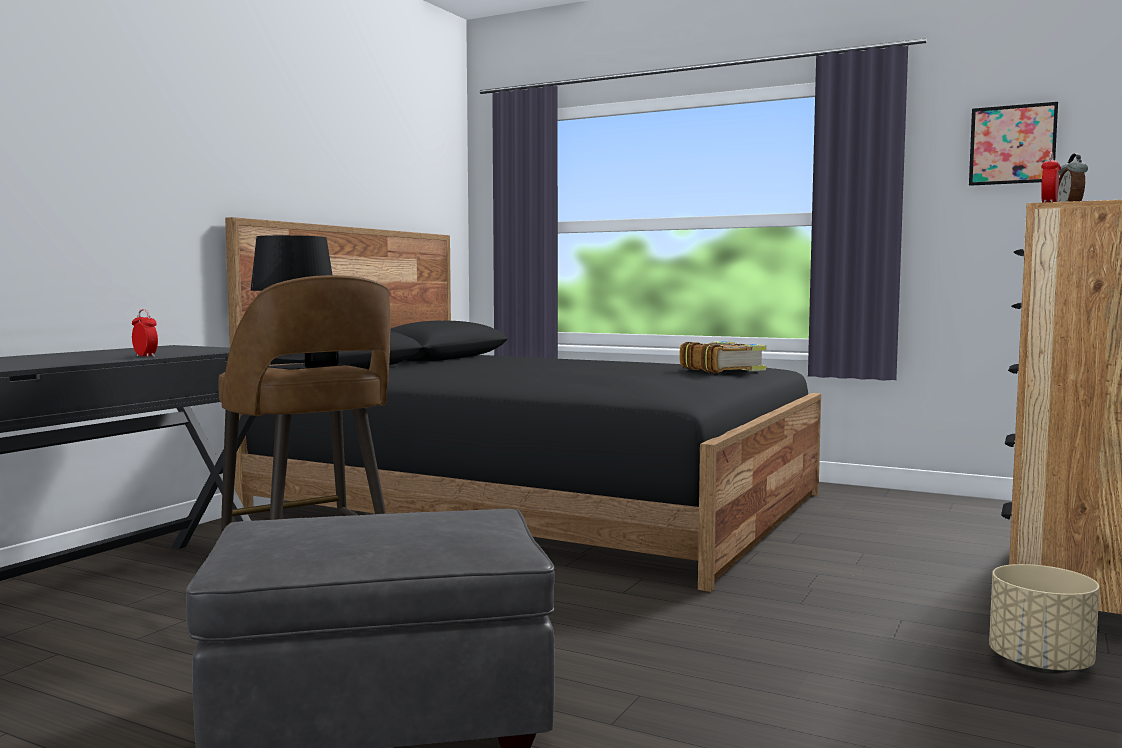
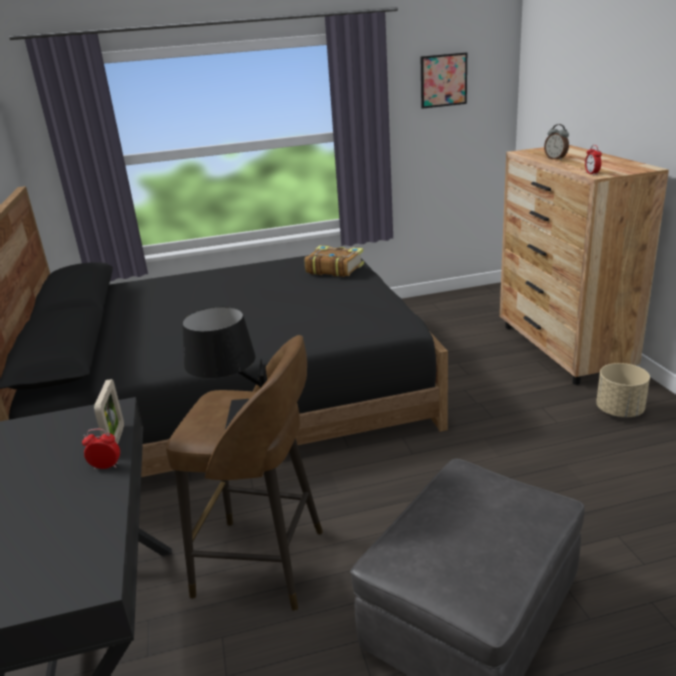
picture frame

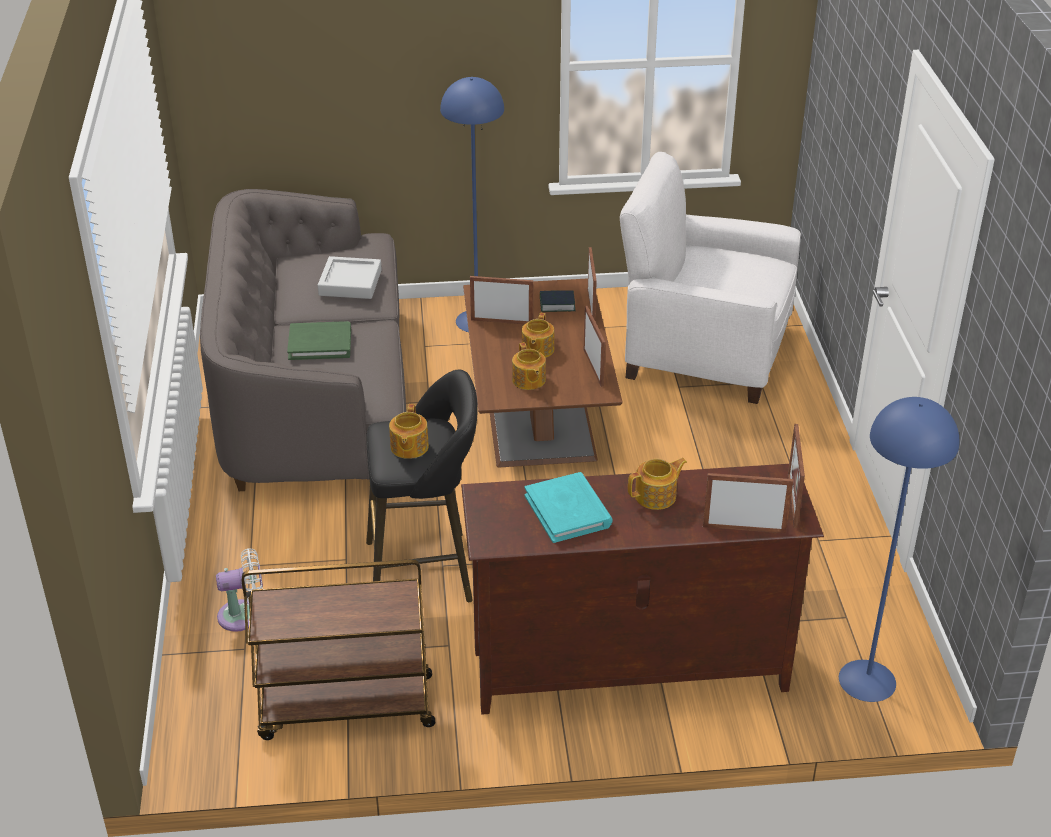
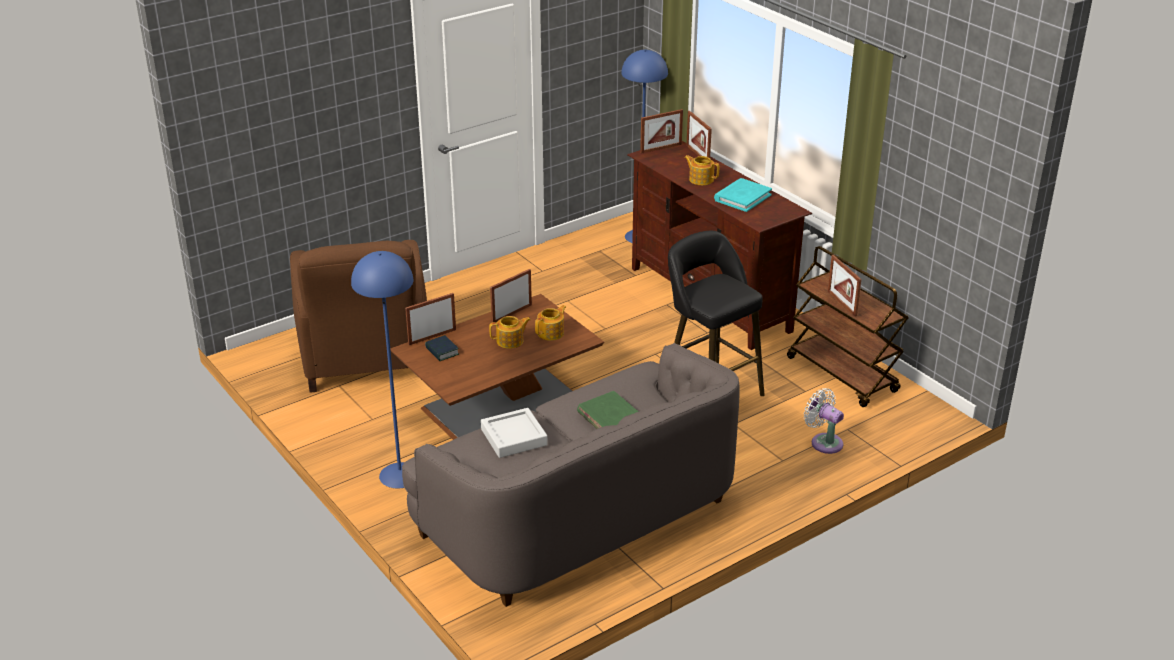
teapot (1st from left in the first image)
picture frame (5th from left)
armchair in brown

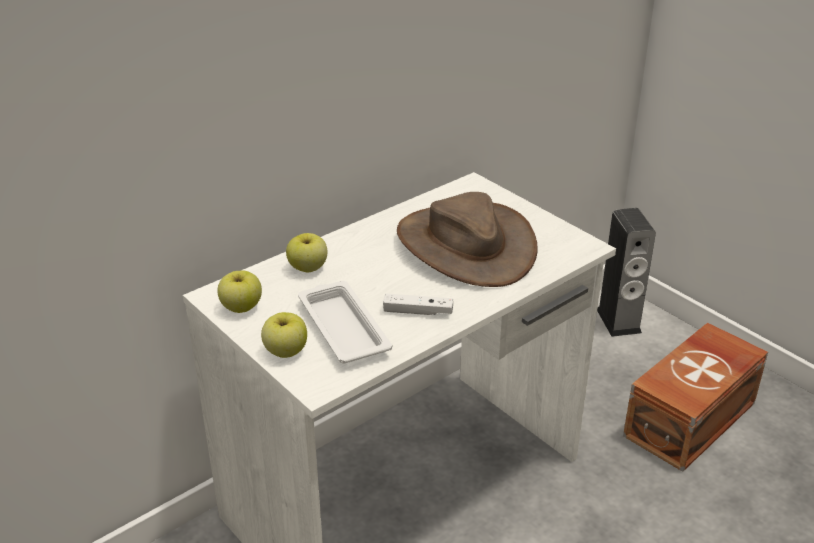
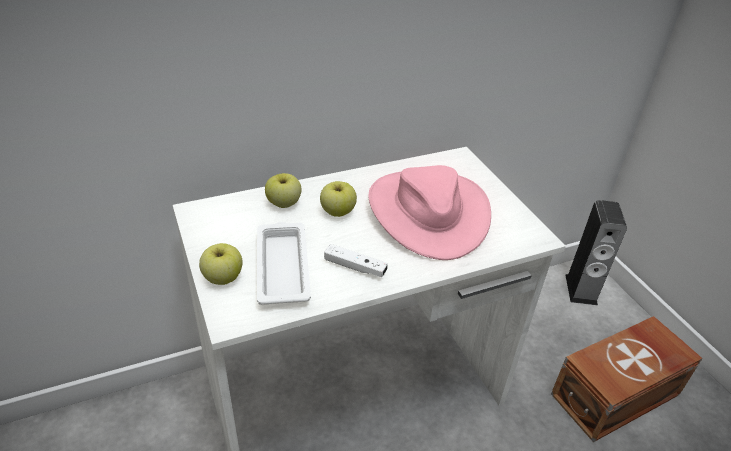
apple (3rd from left)
hat in pink

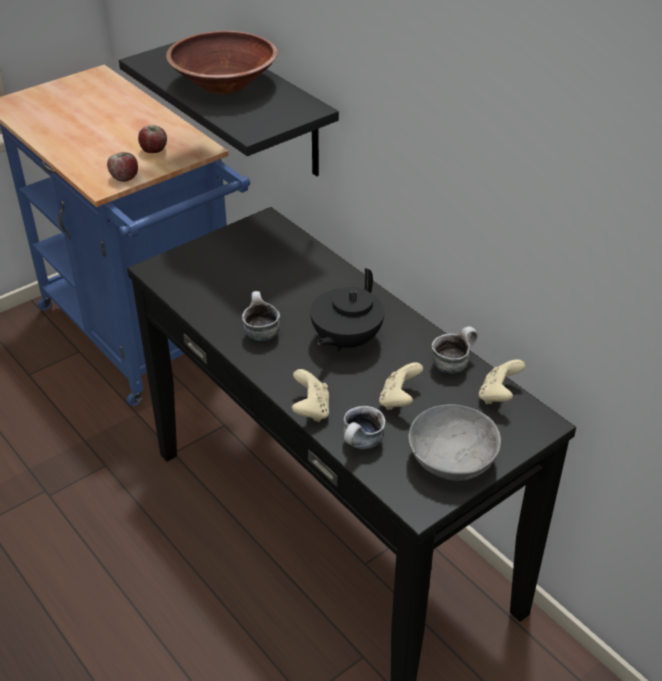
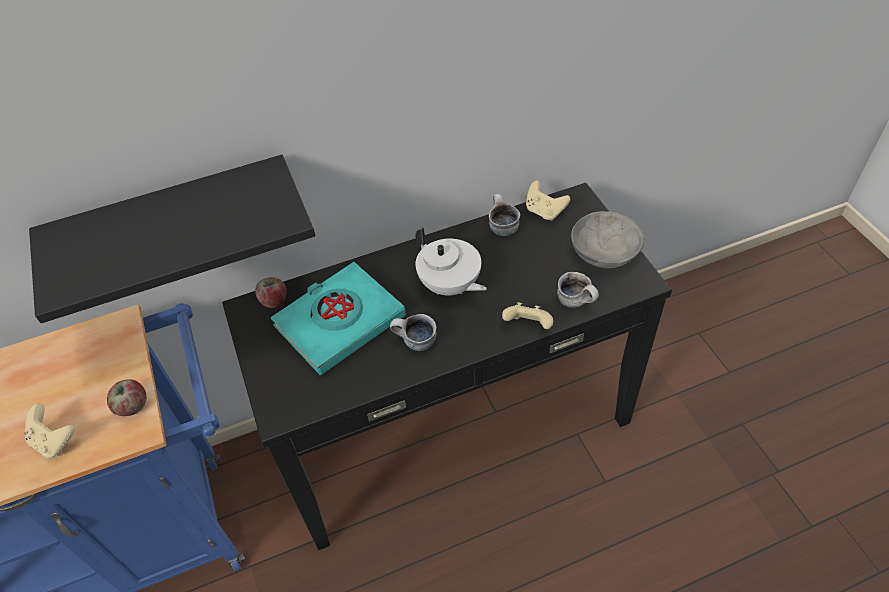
bowl in brown
book in turquoise
apple (2nd from left)
game controller in beige (1st from left)
teapot in white

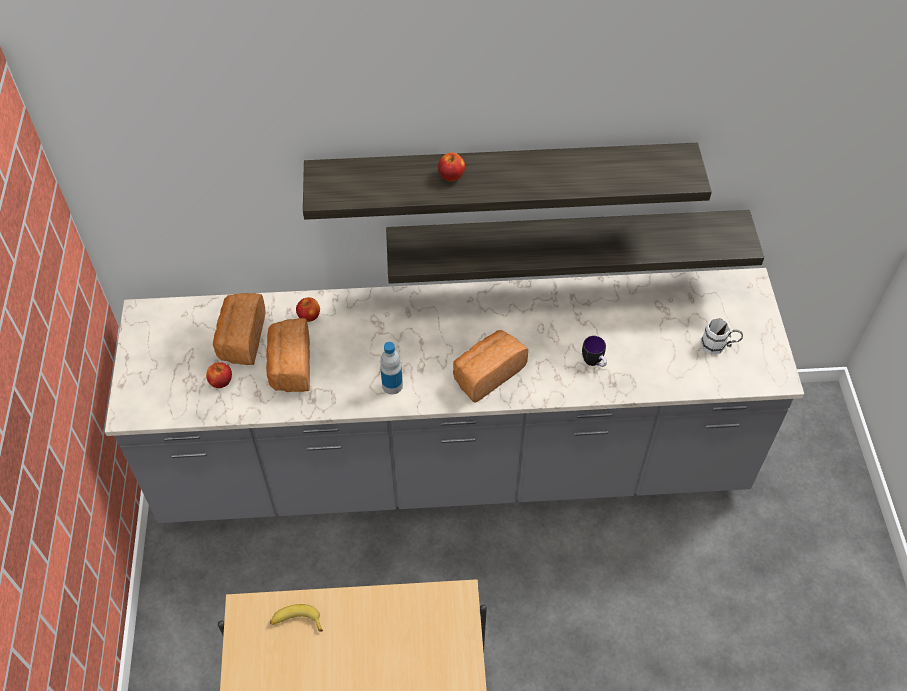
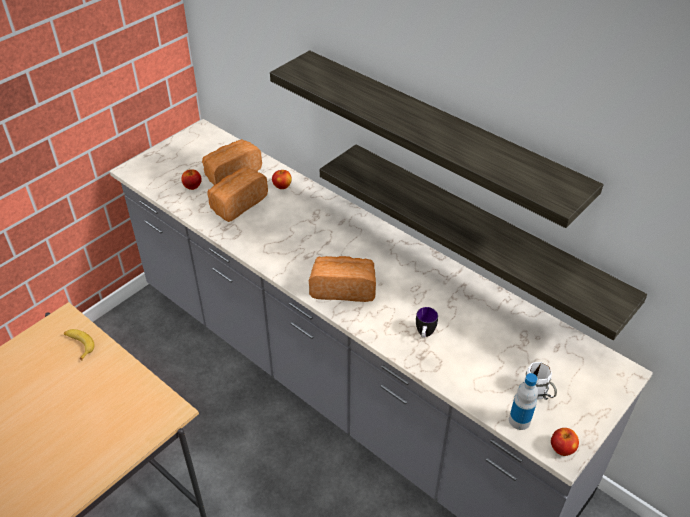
bottle
apple (3rd from left)

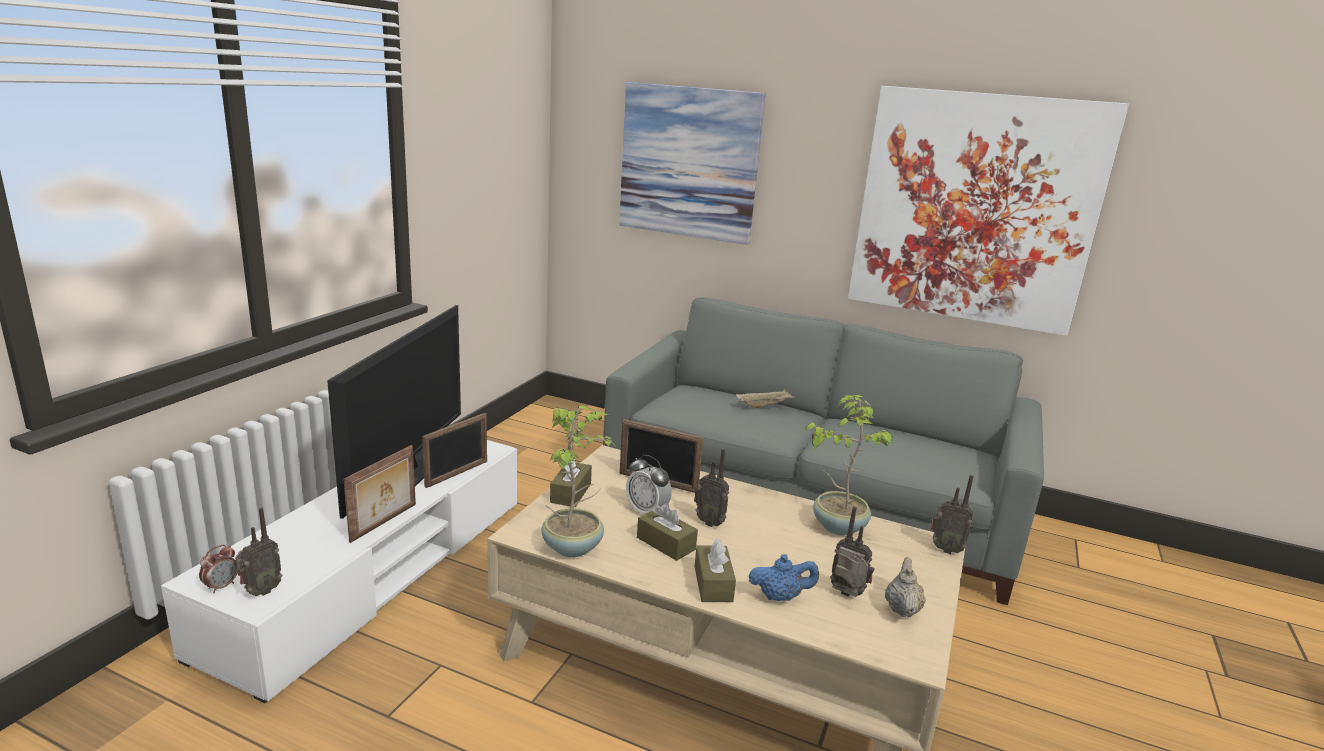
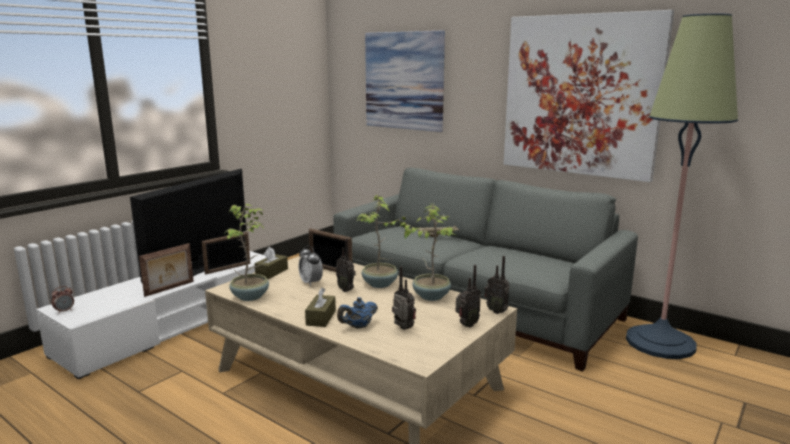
tissue box in brown (2nd from left in the first image)
teapot in beige
potted plant (2nd from left)
floor lamp
radio (3rd from left)
teapot in blue

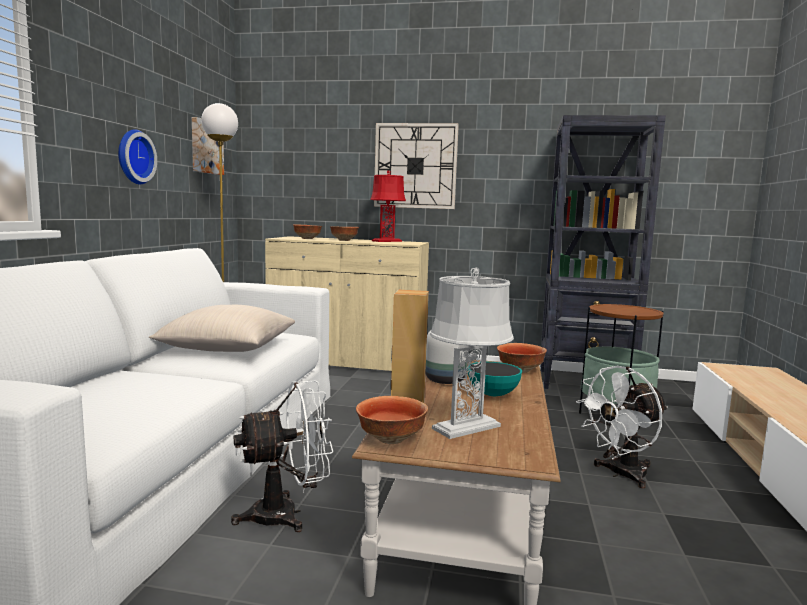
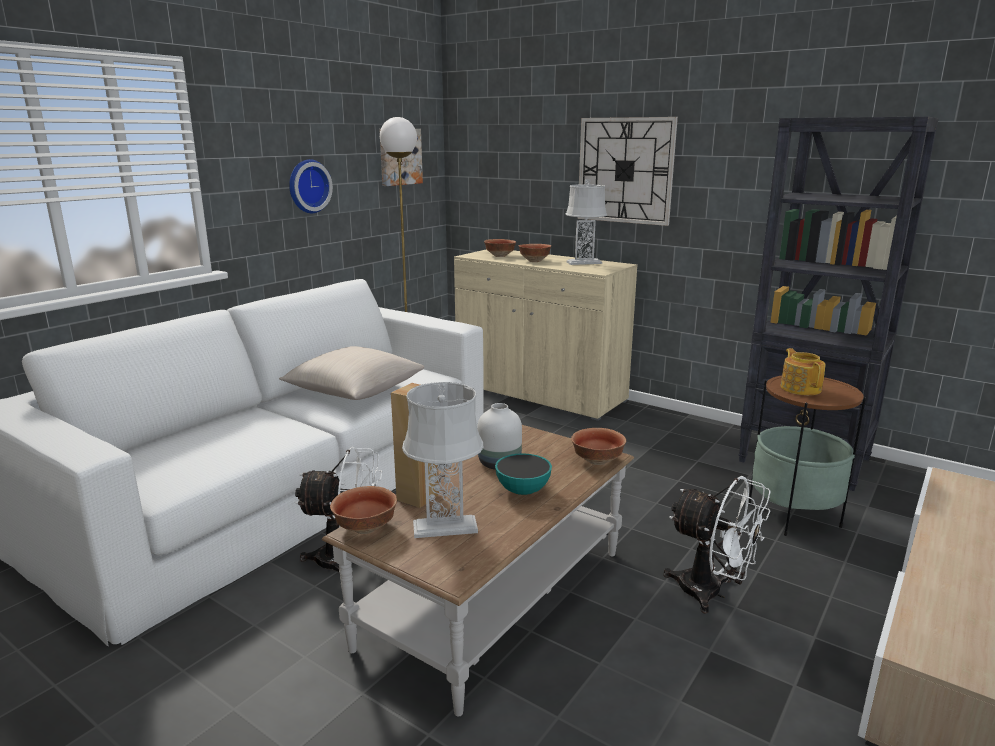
teapot
table lamp in grey (2nd from left)
fan in white (2nd from left)

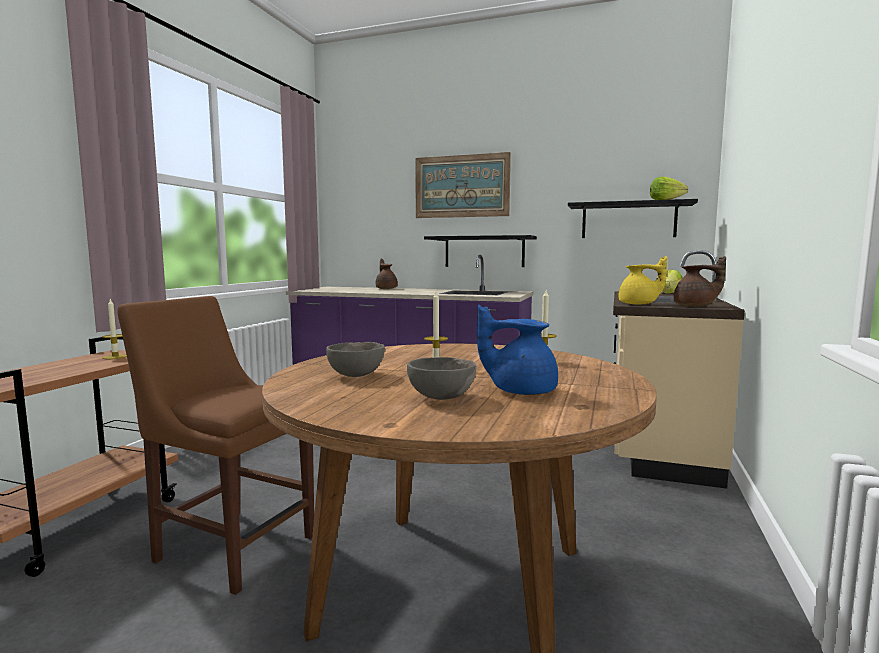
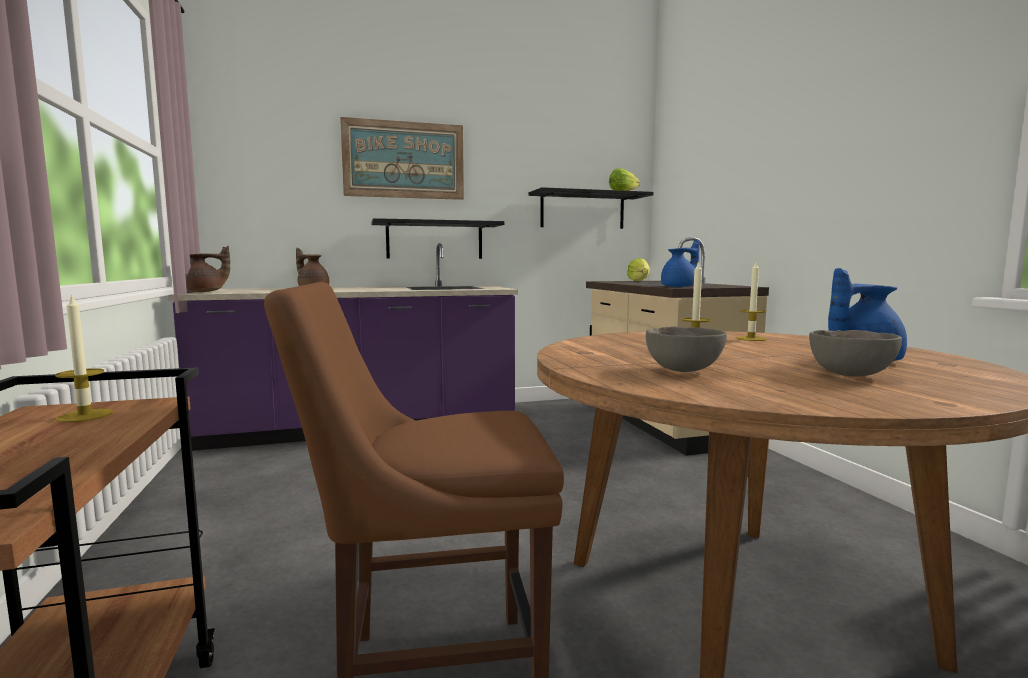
teapot in brown (1st from left)
teapot in blue (1st from left)

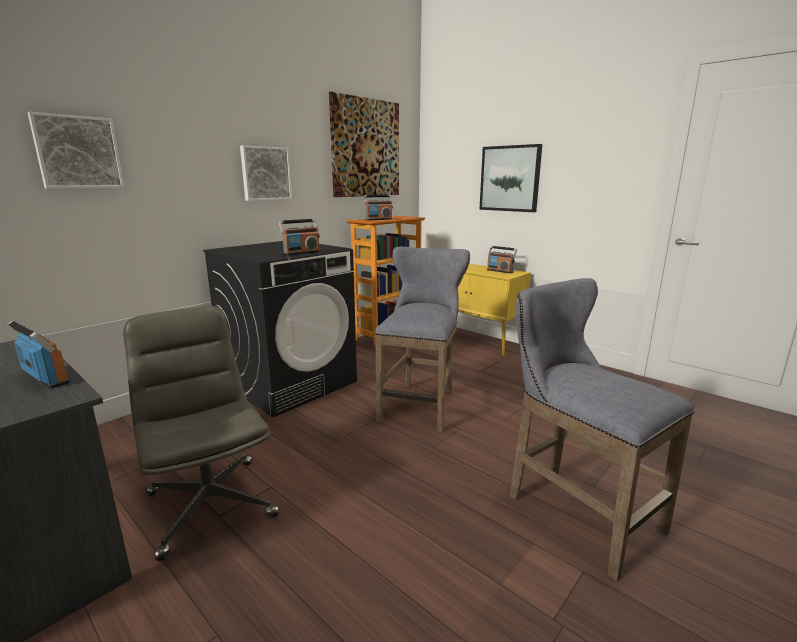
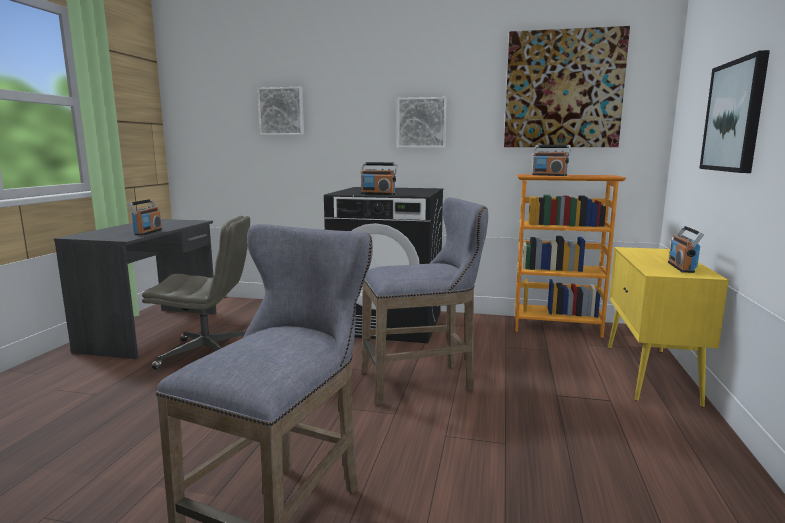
office chair in grey

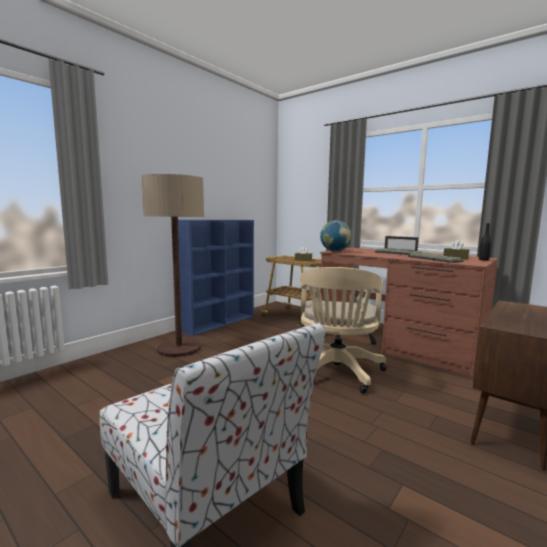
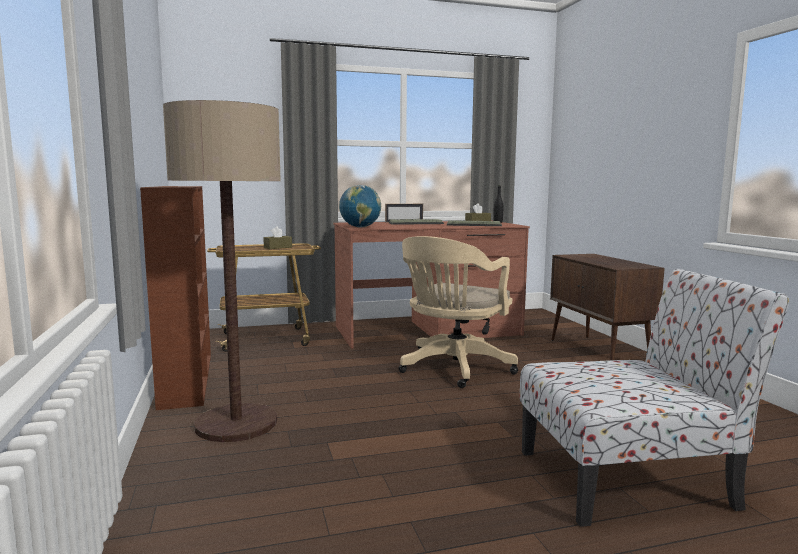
bookcase in brown
office chair in beige

